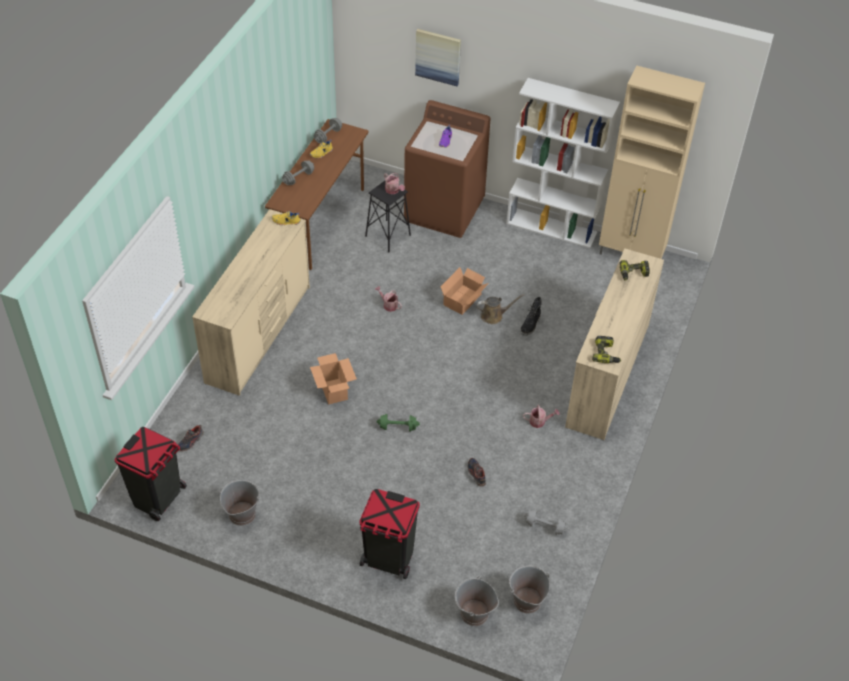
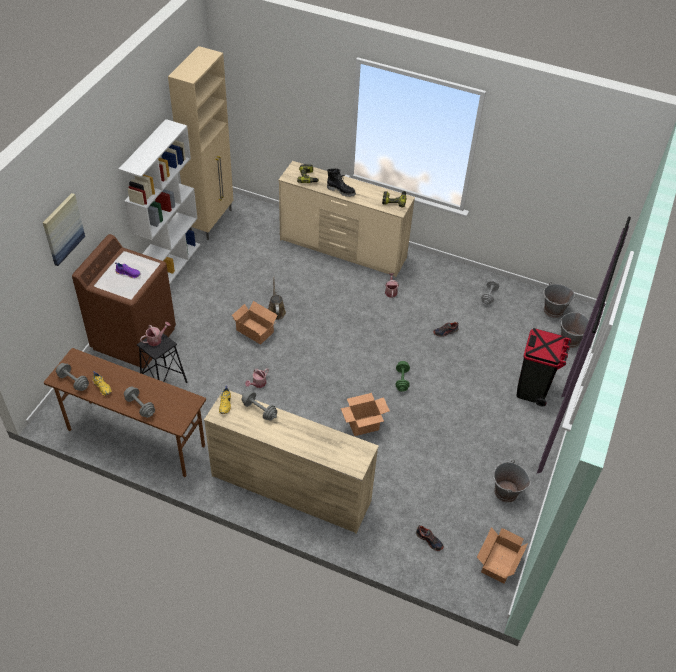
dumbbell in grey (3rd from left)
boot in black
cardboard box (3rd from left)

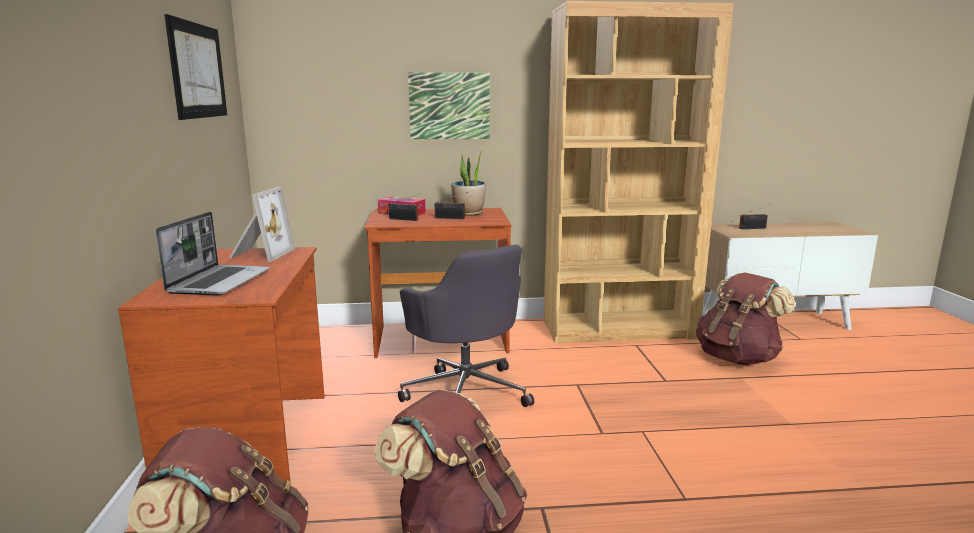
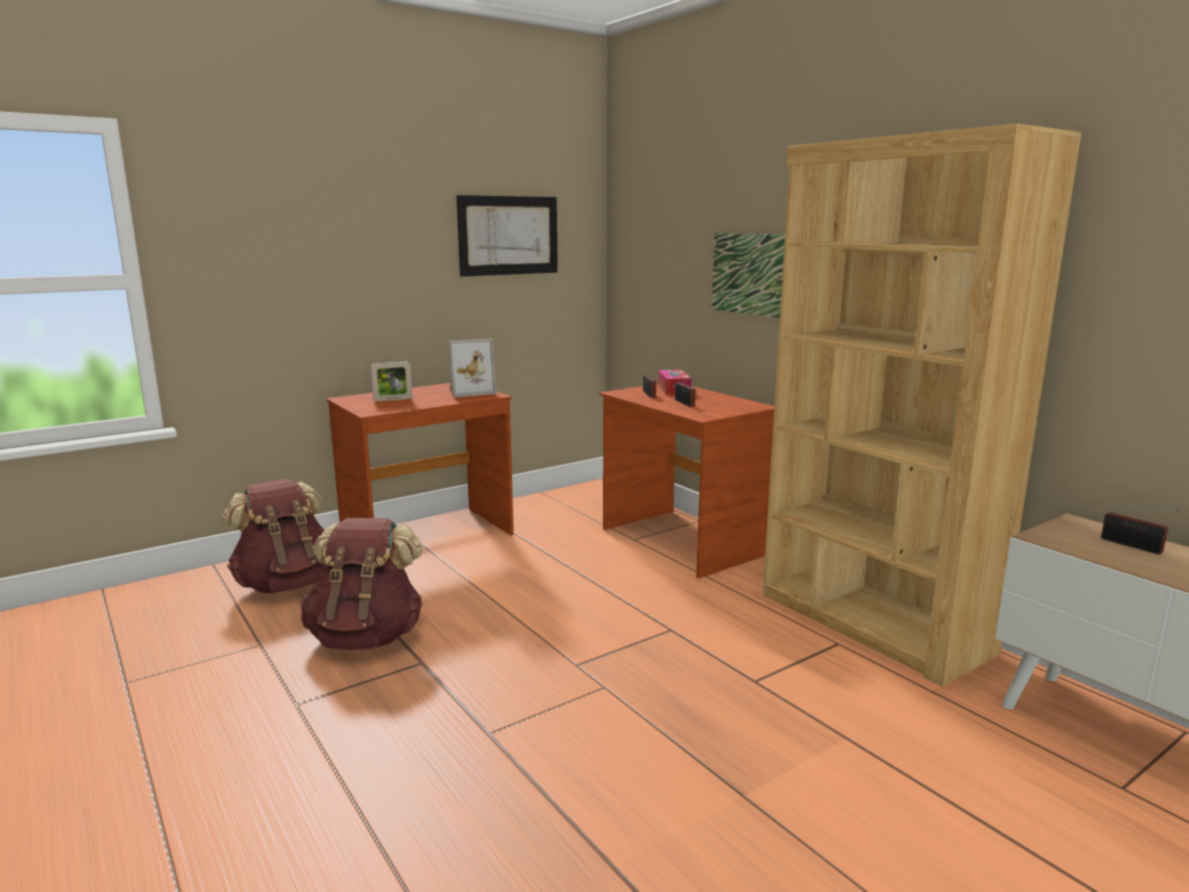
office chair in grey
potted plant
backpack in brown (3rd from left in the first image)
picture frame (1st from left)

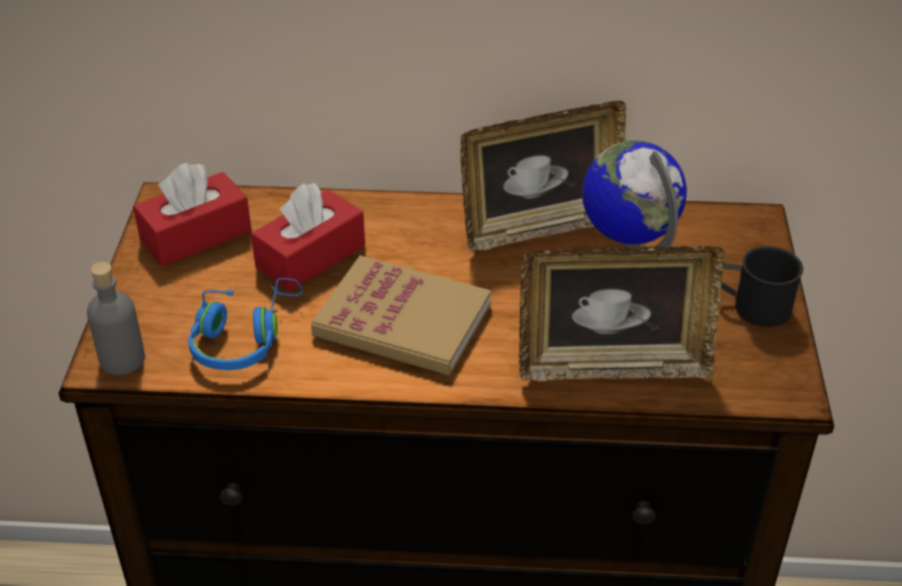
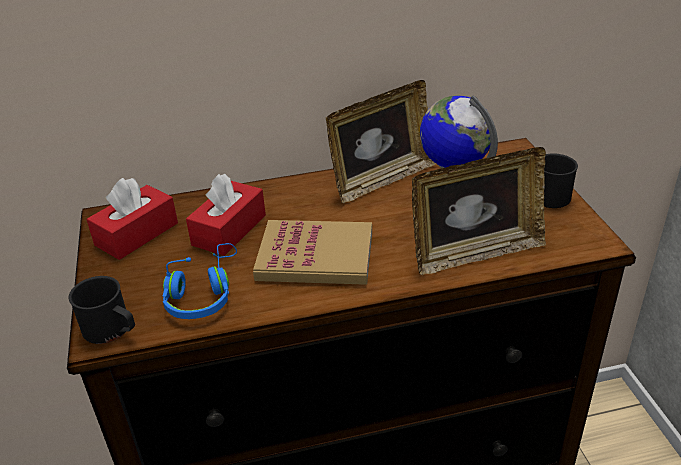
mug in black (1st from left)

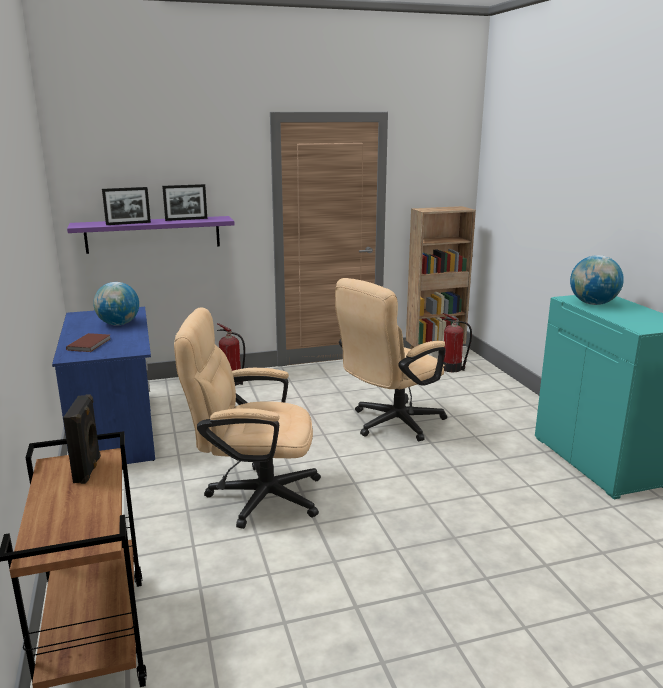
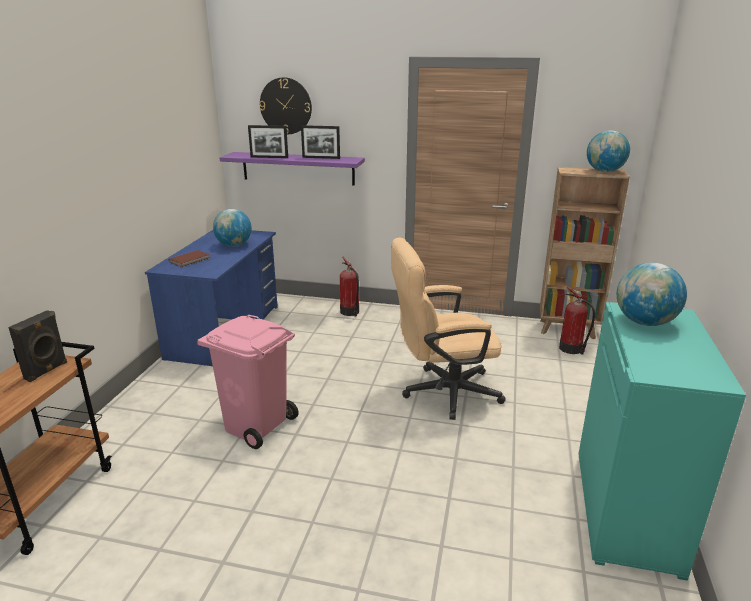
wall clock
globe (2nd from left)
trash can in pink

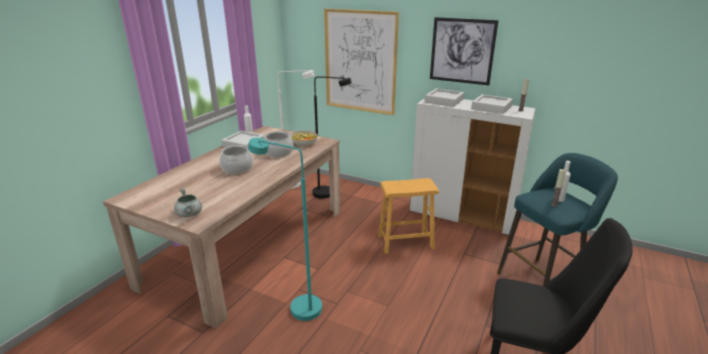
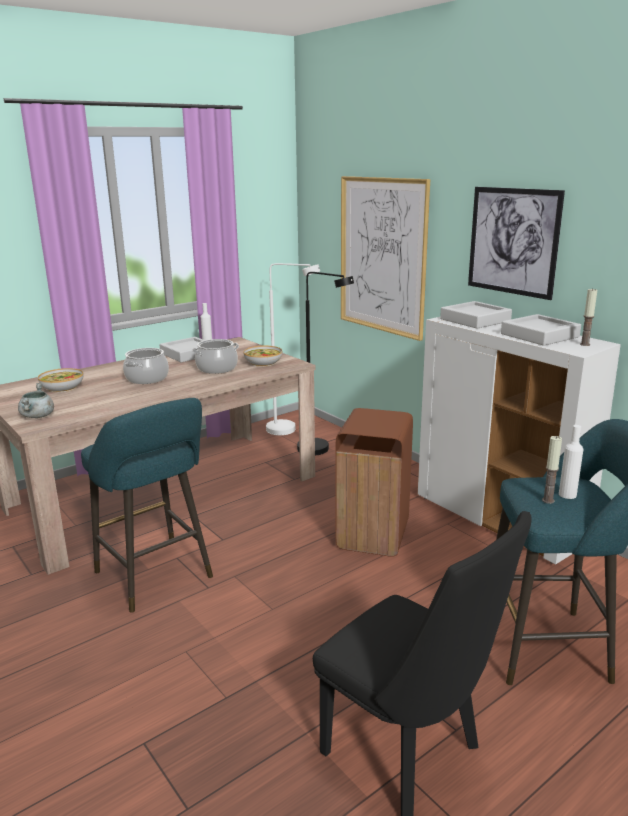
bowl (1st from left)
stool in turquoise (1st from left)
trash can in brown

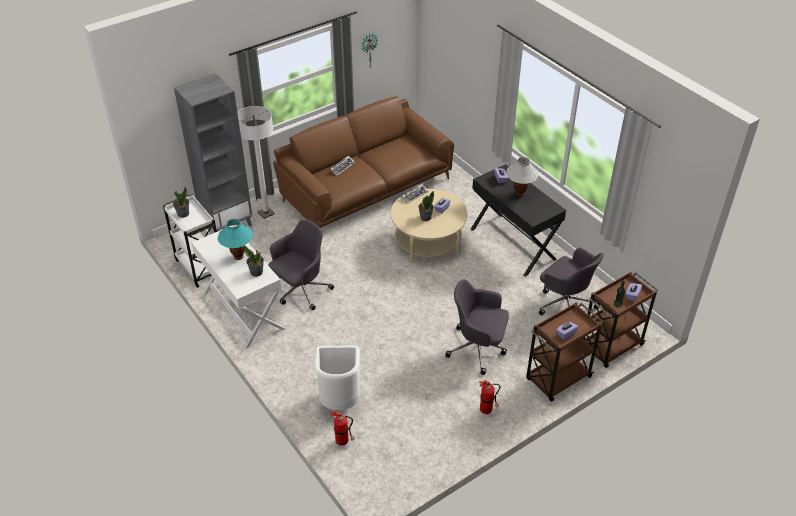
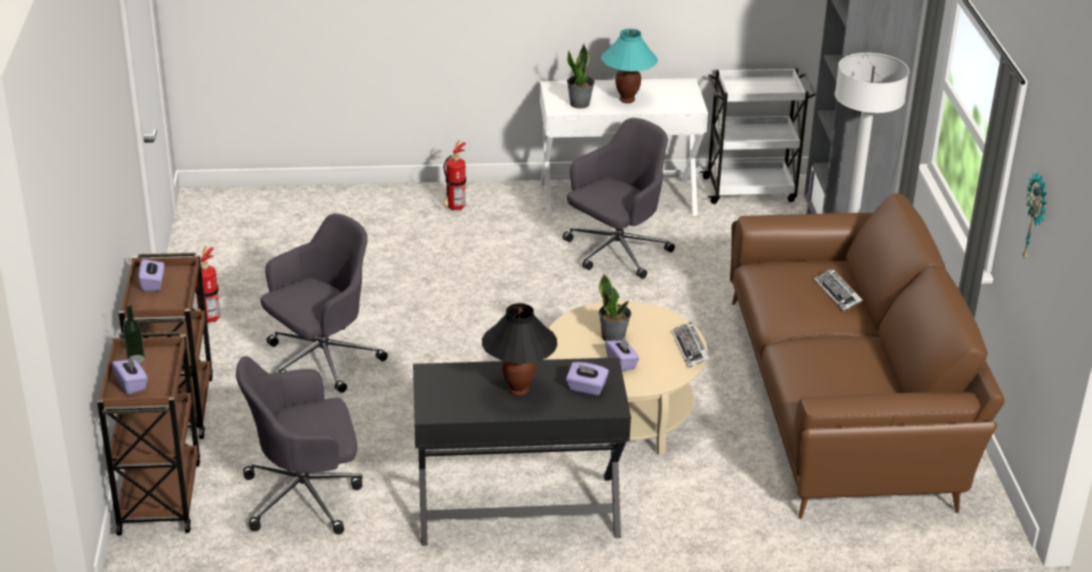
potted plant (1st from left in the first image)
trash can in white
fire extinguisher (2nd from left)
table lamp in black
office chair in grey (3rd from left)

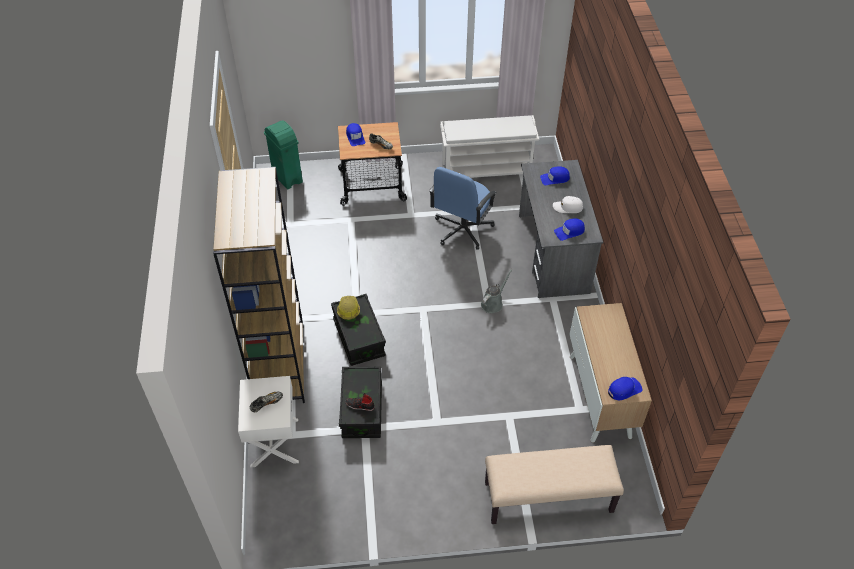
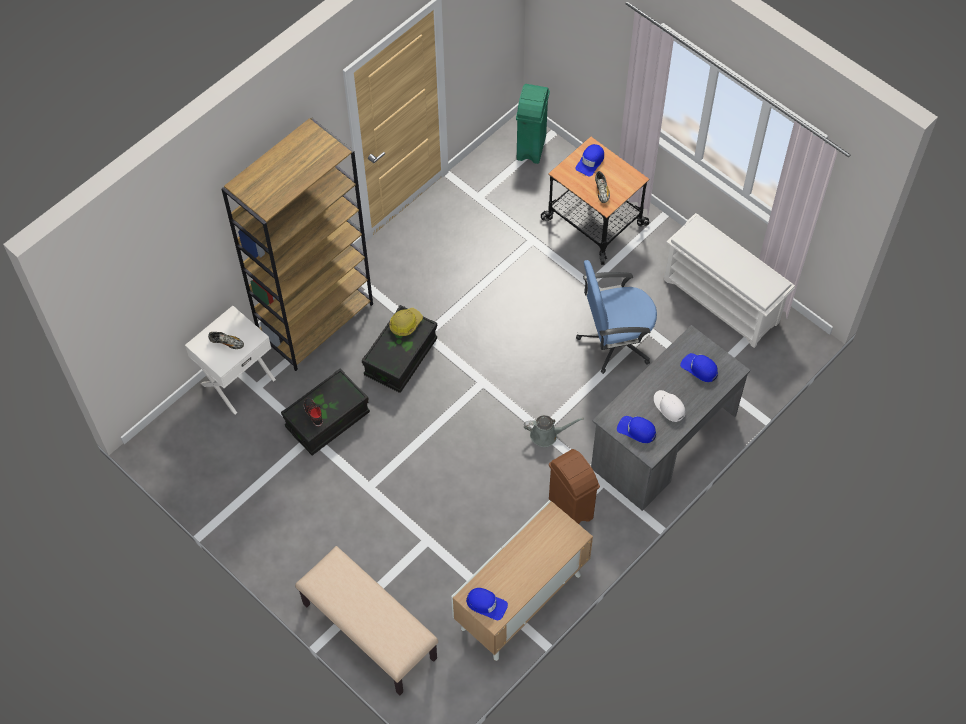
trash can in brown

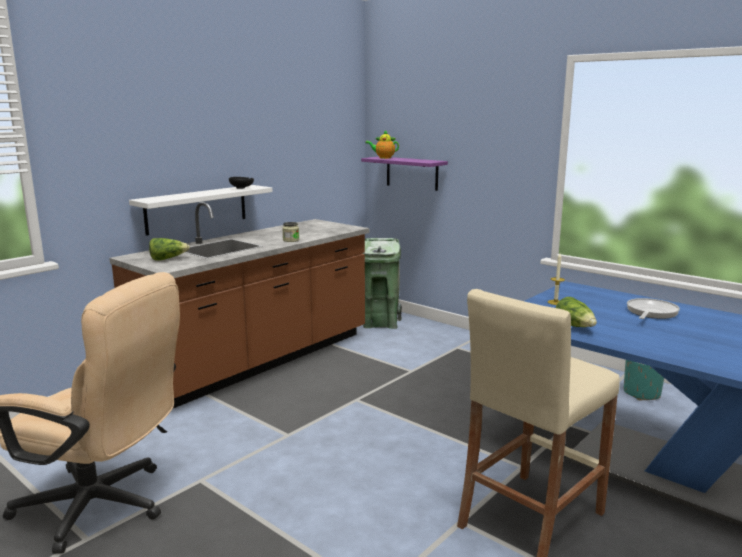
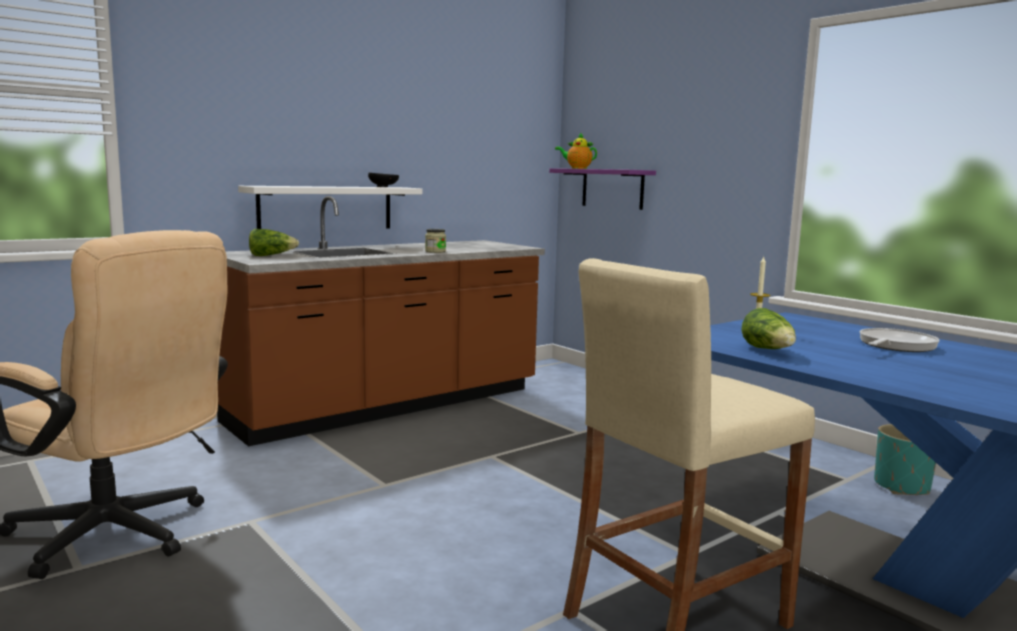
trash can in green

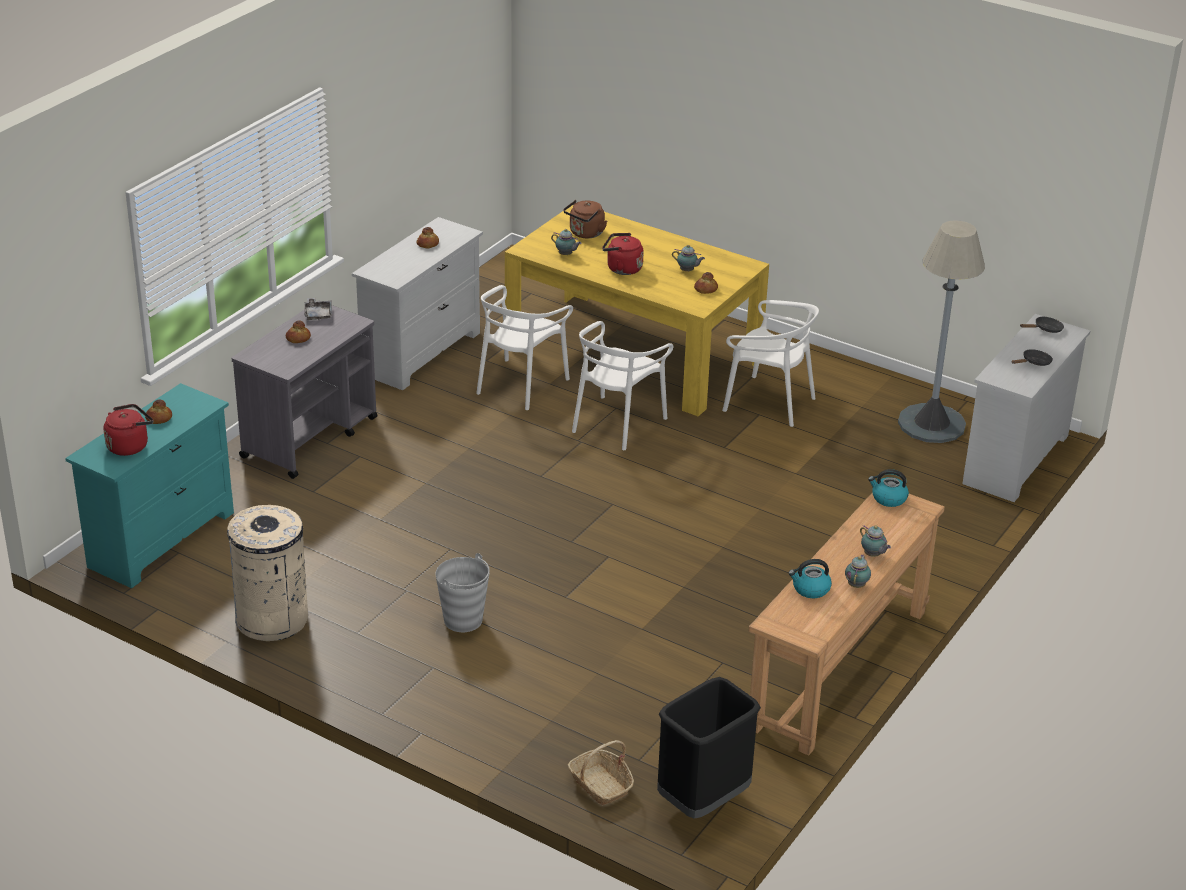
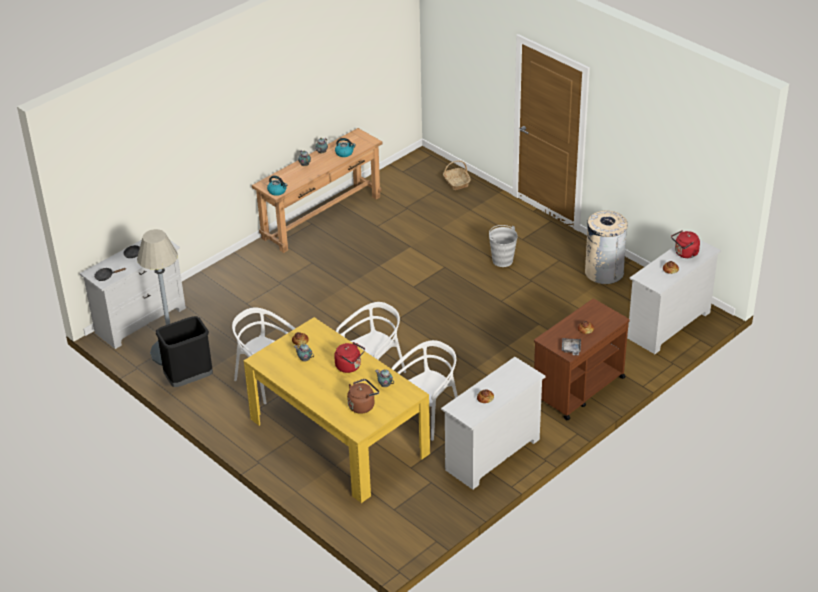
trash can in black
dresser in white (3rd from left)
cart in brown

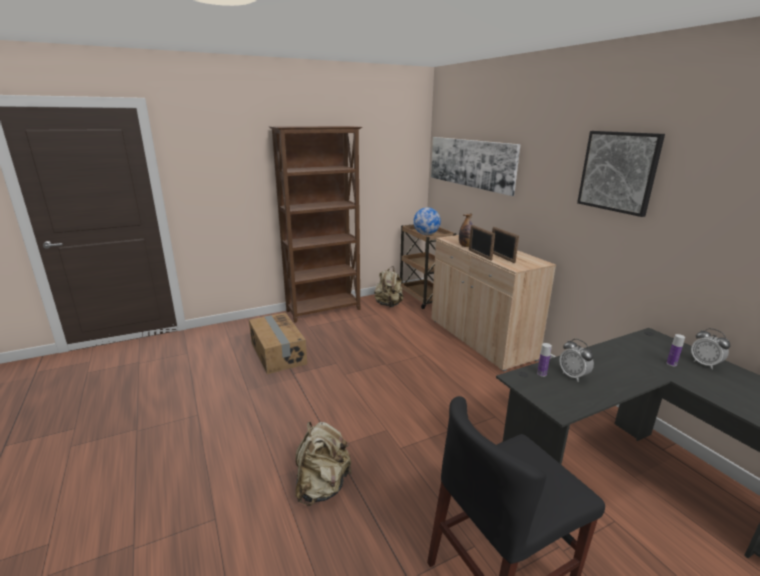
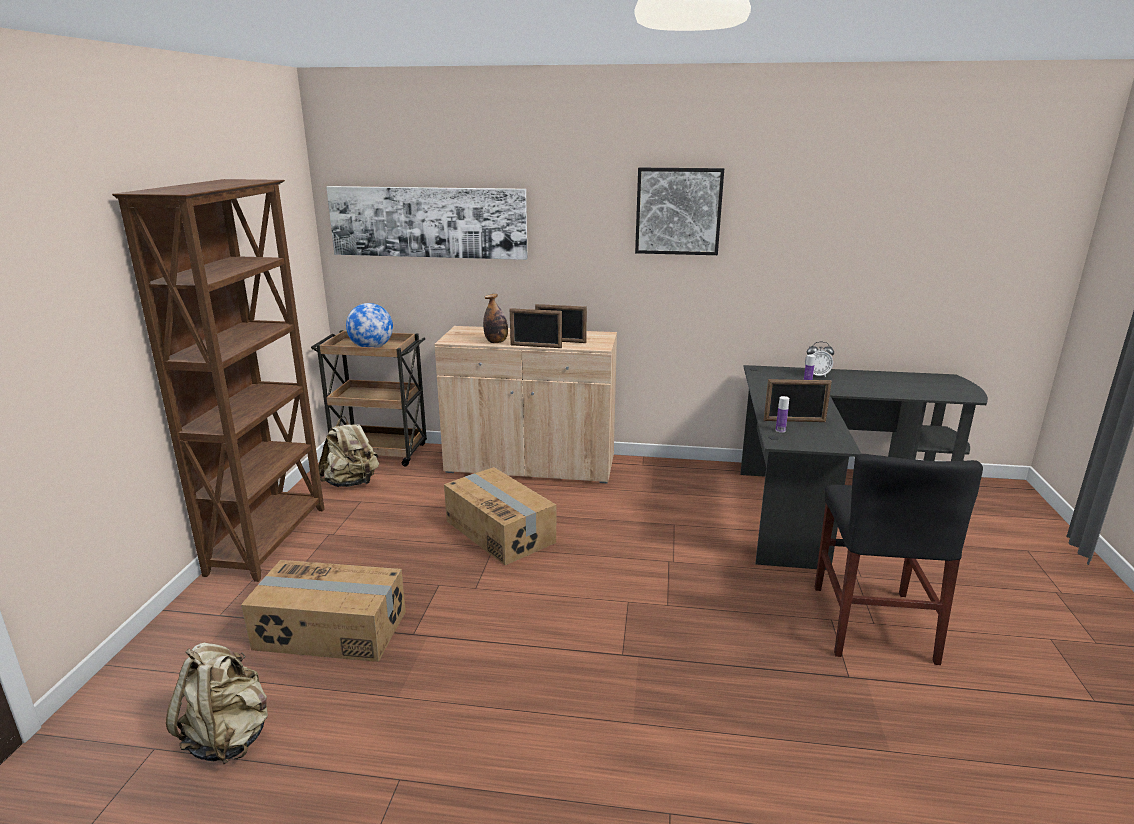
cardboard box (2nd from left)
backpack in beige (1st from left)
picture frame (3rd from left)

